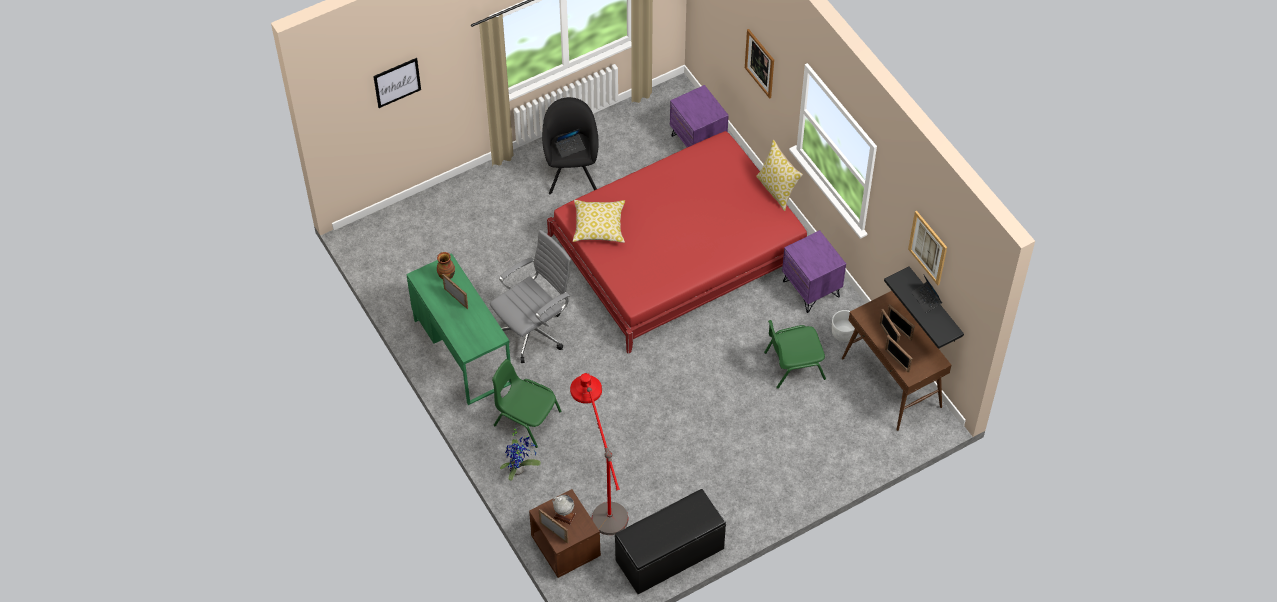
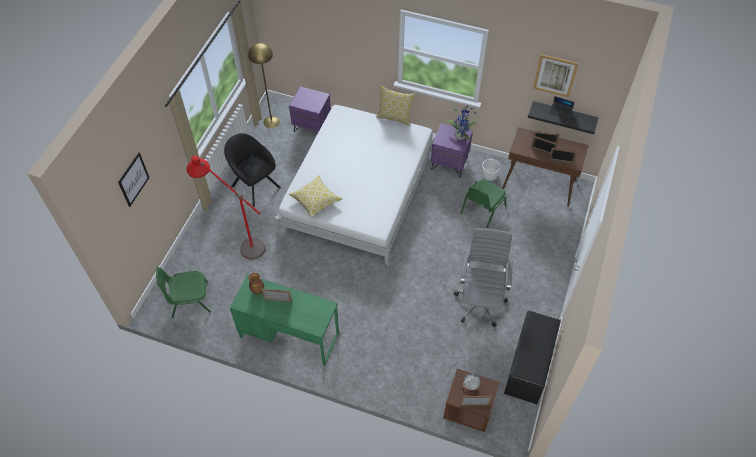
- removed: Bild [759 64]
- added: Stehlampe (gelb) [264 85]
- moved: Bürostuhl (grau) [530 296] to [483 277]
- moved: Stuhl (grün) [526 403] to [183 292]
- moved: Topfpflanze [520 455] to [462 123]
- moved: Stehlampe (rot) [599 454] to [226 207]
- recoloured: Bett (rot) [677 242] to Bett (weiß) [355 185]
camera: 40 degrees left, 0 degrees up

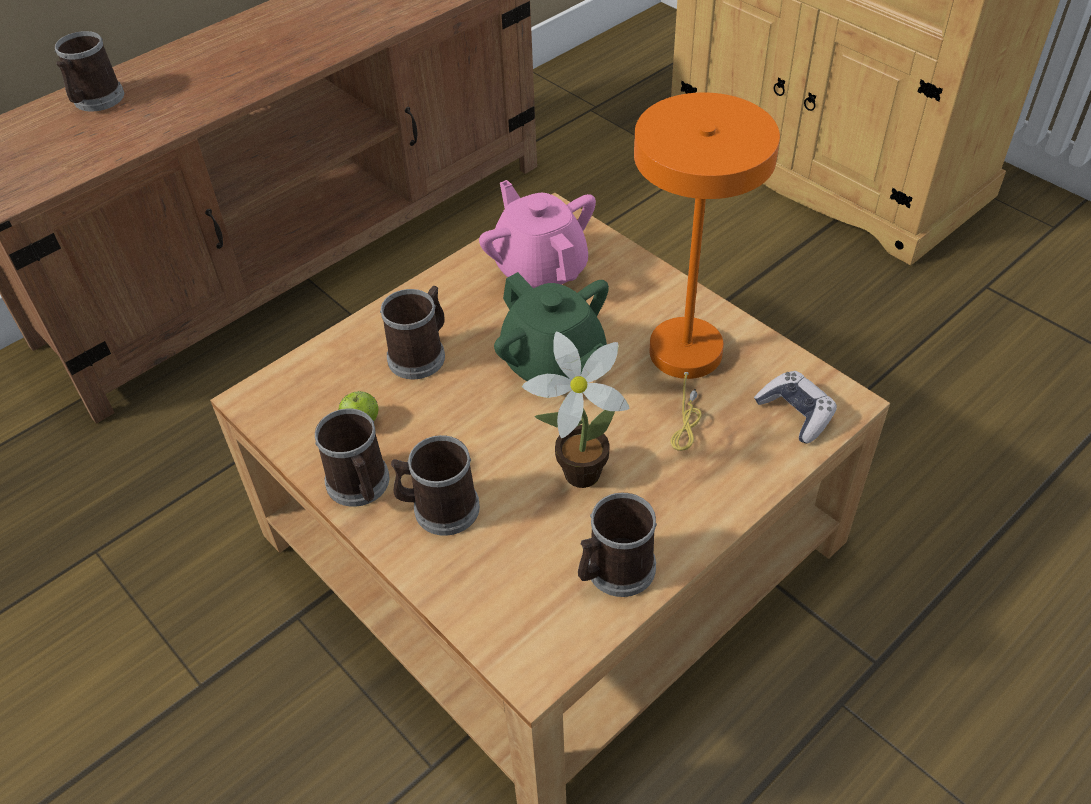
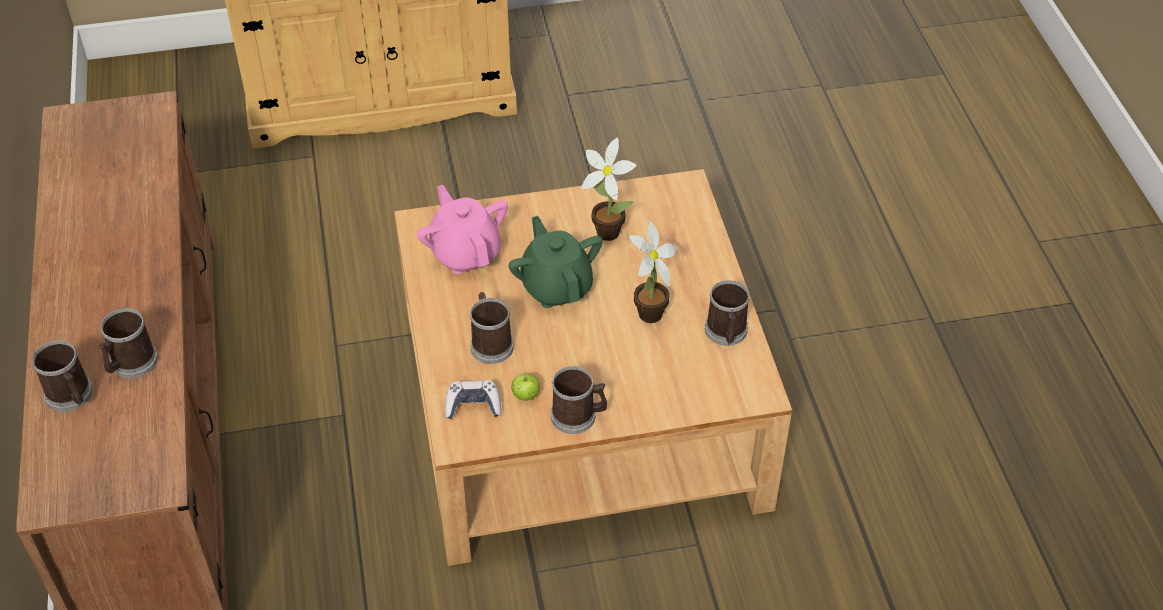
- moved: Henkelbecher [435 485] to [128 343]
- moved: Gamepad [795 407] to [473 399]
- replaced: Tischlampe (orange) [707 271] to Topfpflanze [609 189]
- turned: Teekanne (rosa) [537 234] = [462 229] 60 degrees clockwise
- turned: Teekanne (grün) [551 326] = [556 262] 105 degrees counterclockwise
camera: 60 degrees left, 0 degrees up

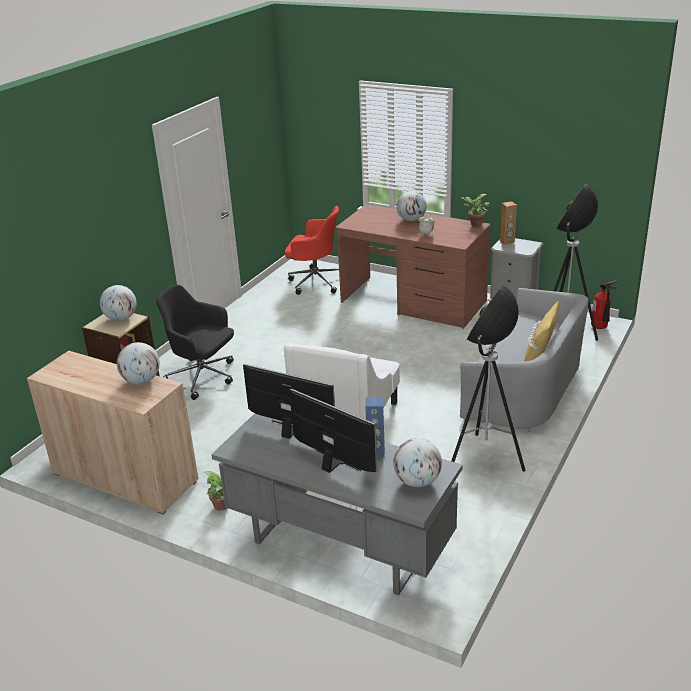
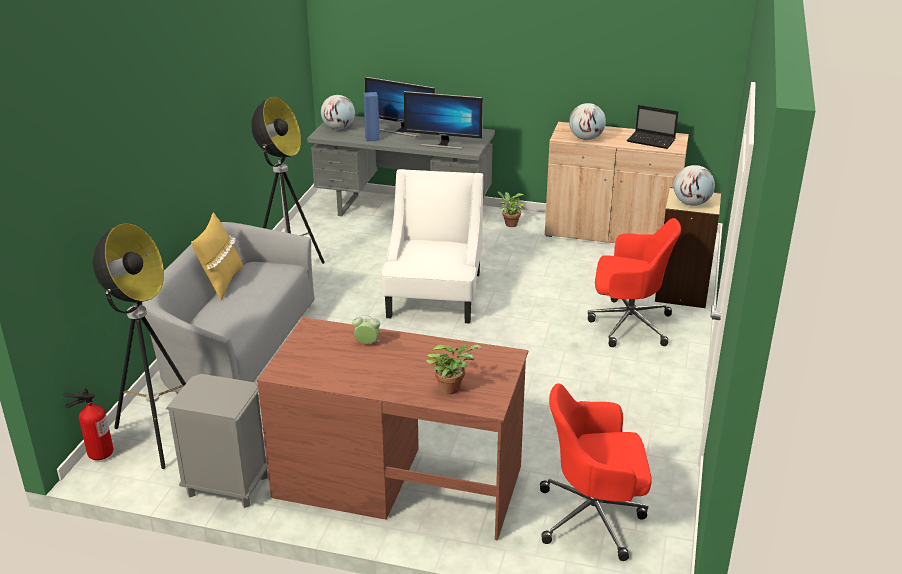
- removed: Globus [412 206]
- removed: Lautsprecher (braun) [508 223]
- added: Laptop [652 127]
- moved: Topfpflanze [475 210] to [454 369]
- recoloured: Bürostuhl (schwarz) [195 342] to Bürostuhl (rot) [634 282]
camera: 165 degrees right, 0 degrees up

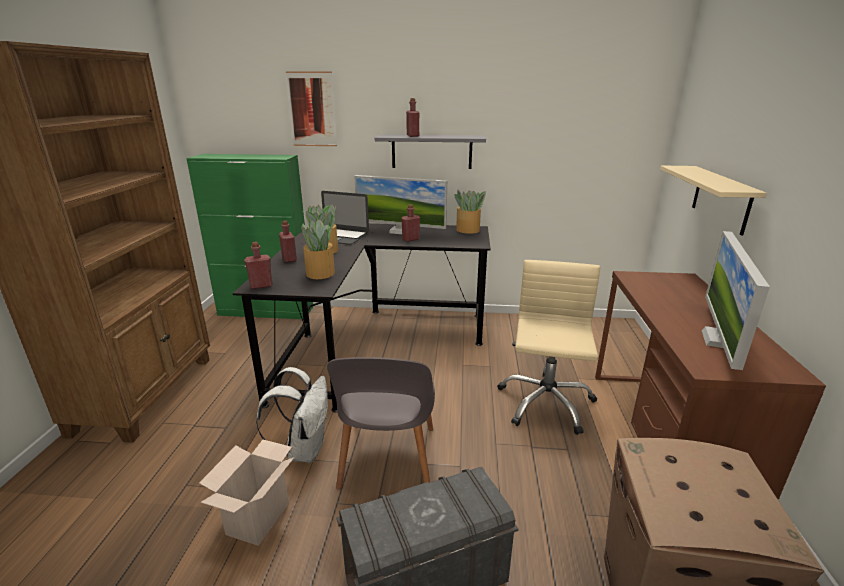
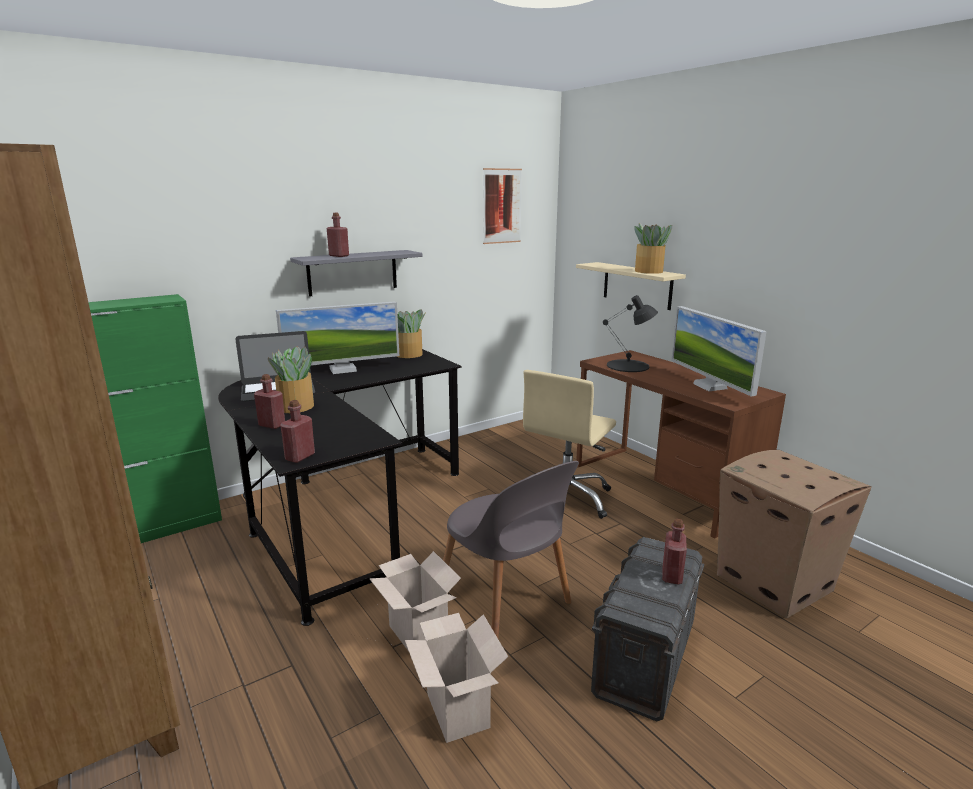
- added: Tischlampe (schwarz) [630 333]
- moved: Bild [311 108] to [502 206]
- moved: Topfpflanze [318 249] to [653 248]
- moved: Flasche (rot) [410 223] to [674 551]
- replaced: Rucksack (weiß) [292 415] to Karton [415 600]
- turned: Bürostuhl (beige) [549 347] = [569 444] 120 degrees counterclockwise
camera: 40 degrees left, 5 degrees down

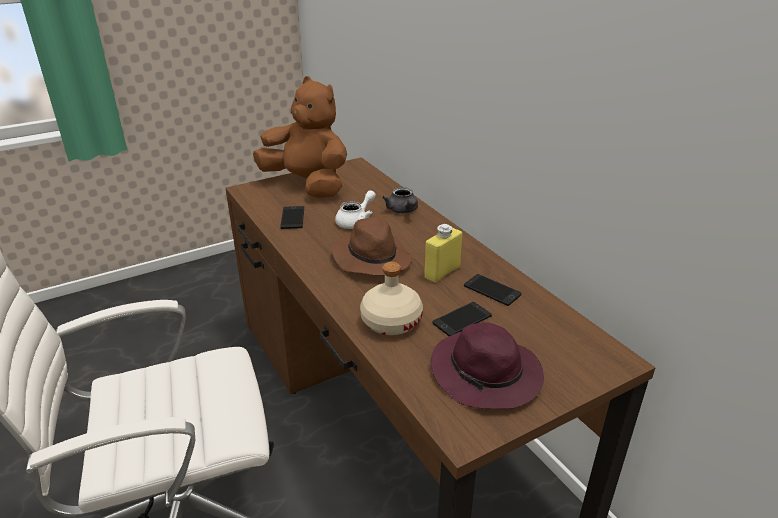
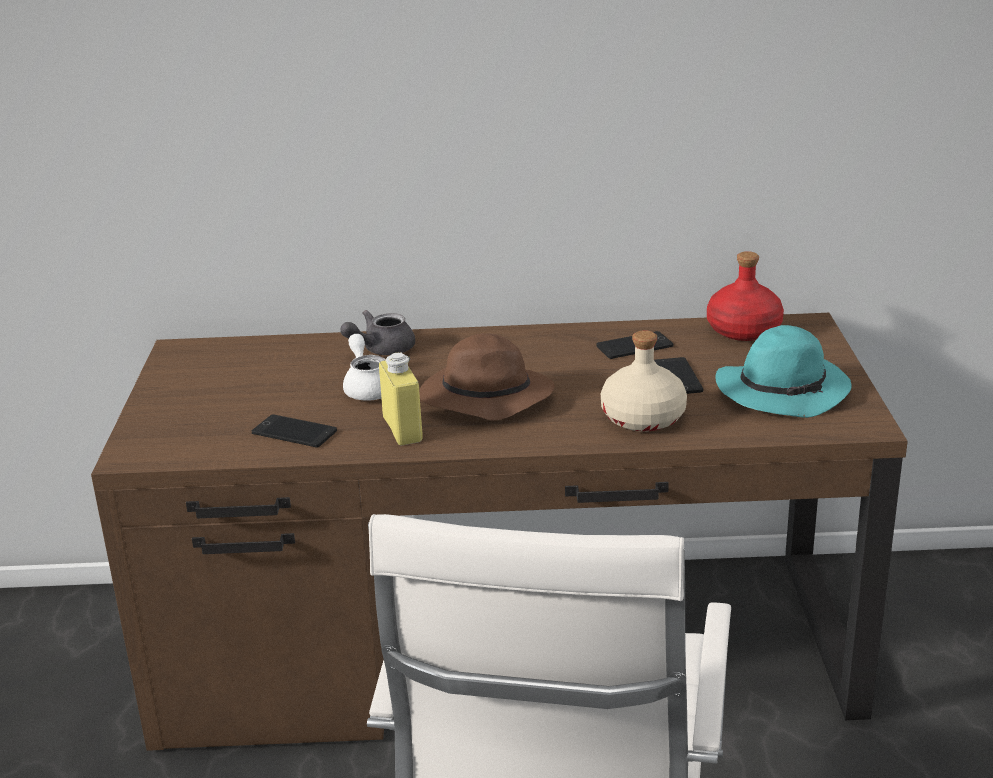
- removed: Plüschtier (braun) [300 137]
- added: Flasche (rot) [745 296]
- moved: Flasche (gelb) [443 253] to [401 399]
- recoloured: Hut (lila) [487 365] to Hut (türkis) [783 371]
- turned: Teekanne (grau) [400 200] = [377 332] 135 degrees clockwise
camera: 60 degrees left, 5 degrees down

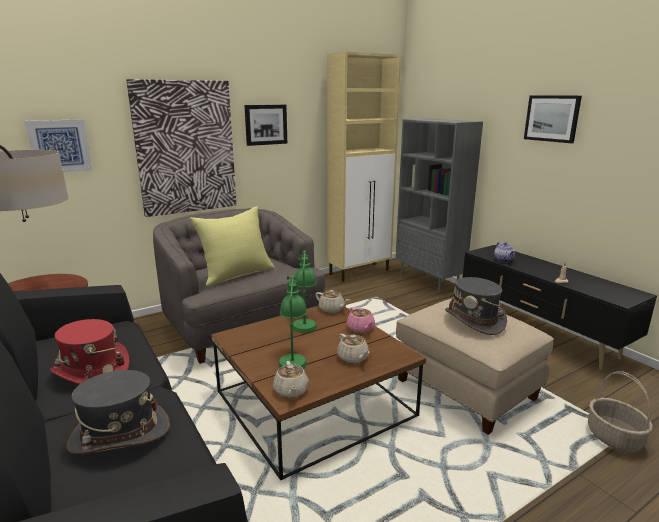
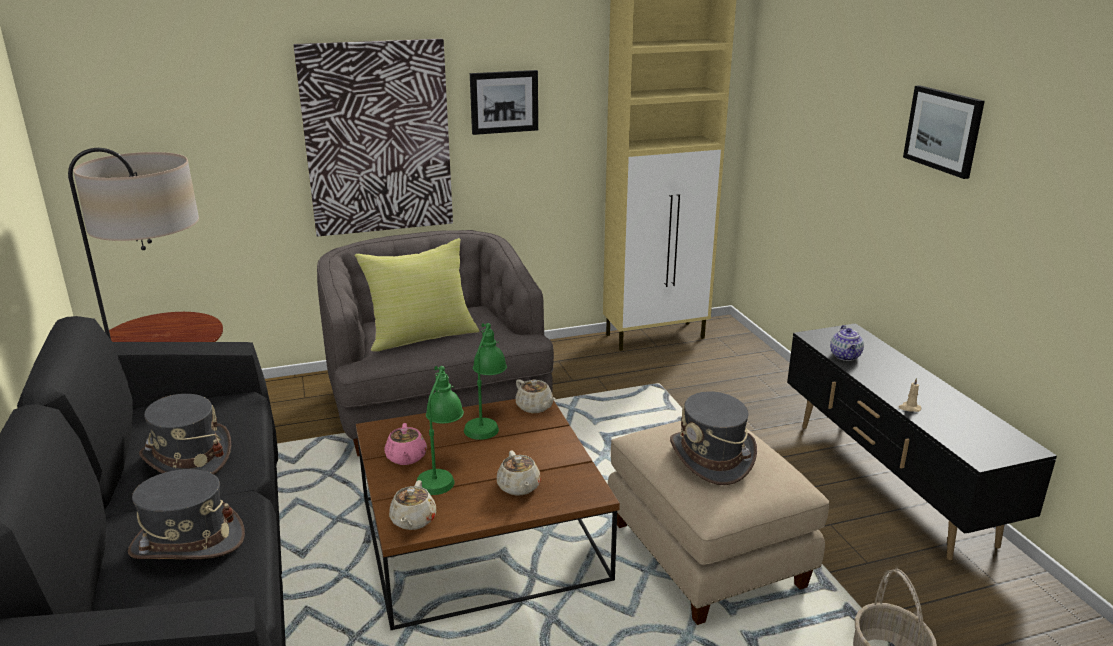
- removed: Bild [58 145]
- removed: Bücherregal (grau) [439 206]
- moved: Teekanne (rosa) [361 320] to [405 444]
- recoloured: Hut (rot) [90 352] to Hut (grau) [185 434]
camera: 15 degrees right, 5 degrees up

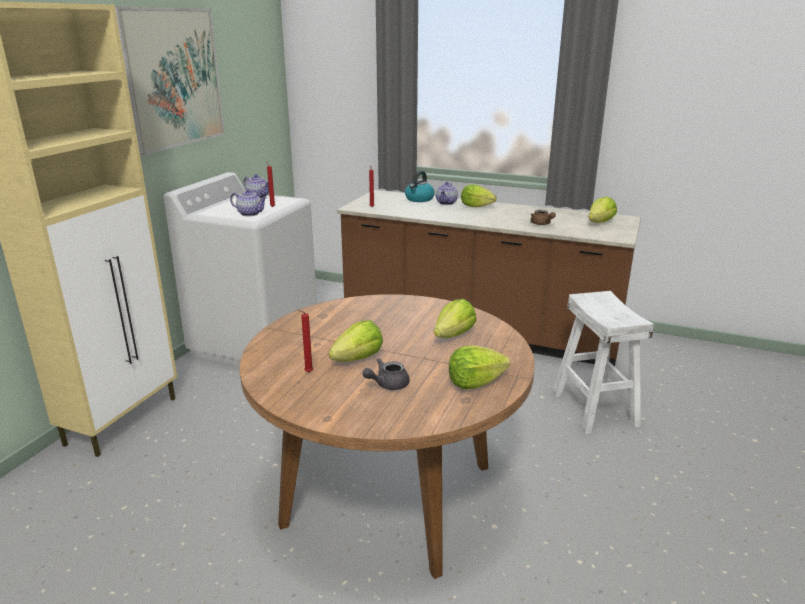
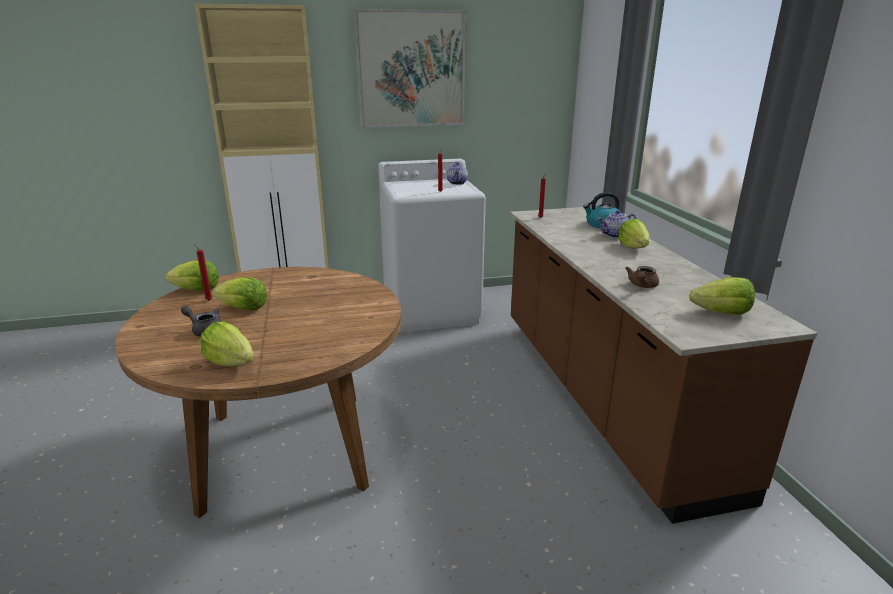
- removed: Teekanne [248 202]
- removed: Hocker (weiß) [603 362]
- moved: Salatkopf [455 318] to [192 275]
camera: 55 degrees right, 0 degrees up

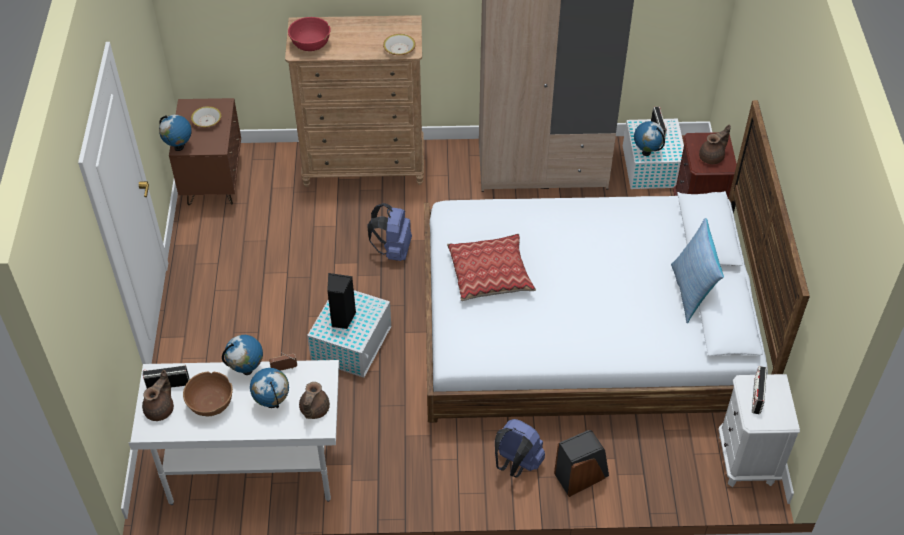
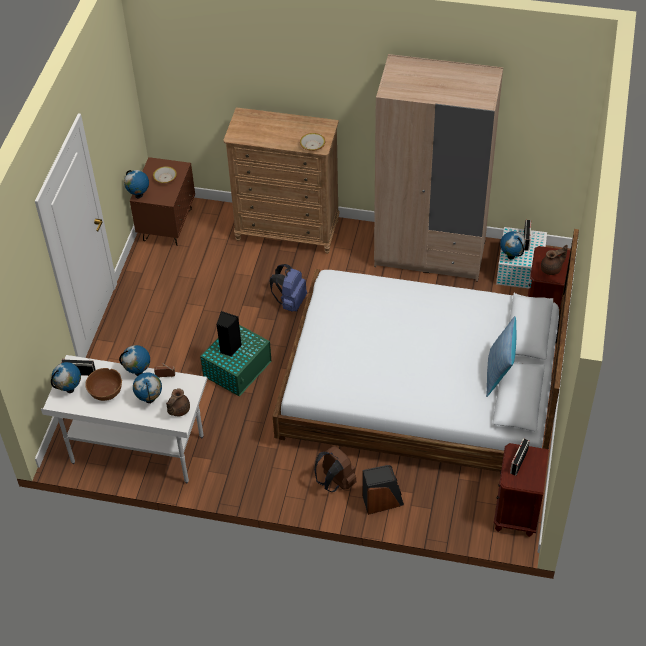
- removed: Schüssel (rot) [309 34]
- removed: Kissen [491 267]
- replaced: Teekanne (braun) [158 395] to Globus [66 377]
- recoloured: Aufbewahrungsbox (weiß) [349 333] to Aufbewahrungsbox (grün) [235 361]
- recoloured: Rucksack (blau) [520 448] to Rucksack (braun) [335 469]
- recoloured: Nachttisch (weiß) [759 430] to Nachttisch (braun) [521 490]
camera: 15 degrees right, 0 degrees up

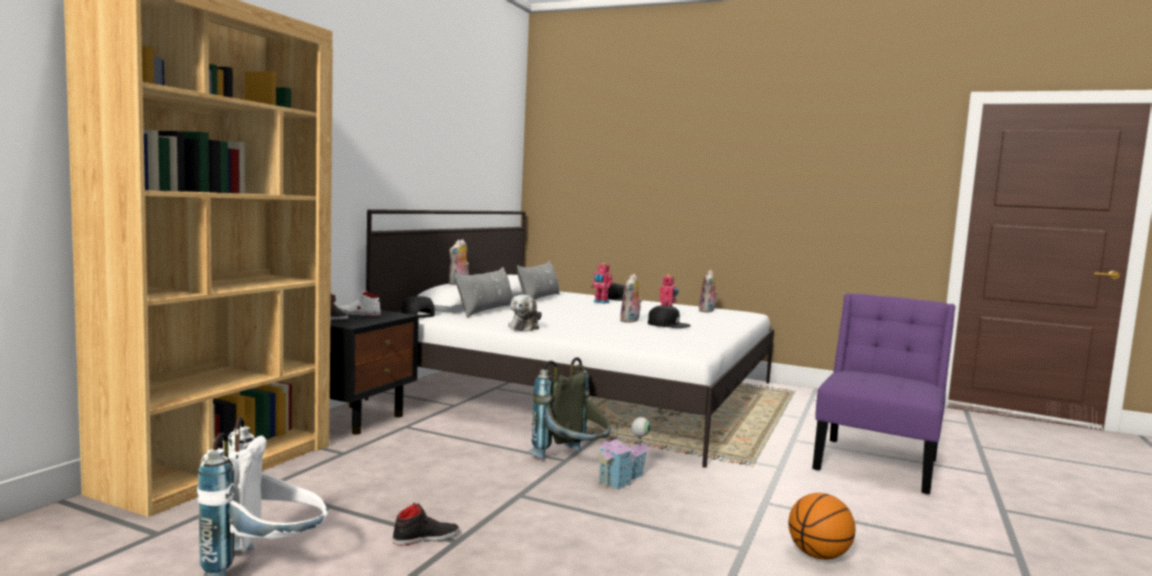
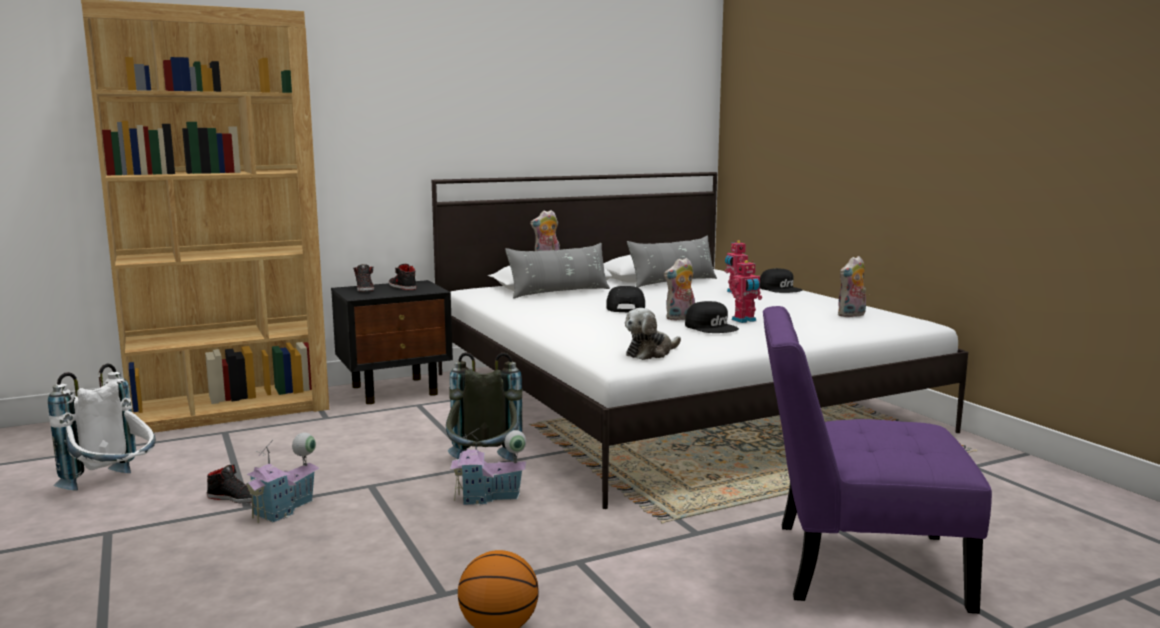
- added: Spielzeughaus [281 478]
- moved: Kappe (schwarz) [416 307] to [625 299]
- moved: Plüschtier [525 313] to [653 334]
- recoloured: Schuh (weiß) [360 303] to Schuh (schwarz) [402 277]
- turned: Stuhl (lila) [884 393] = [877 460] 150 degrees counterclockwise
camera: 40 degrees right, 5 degrees up

